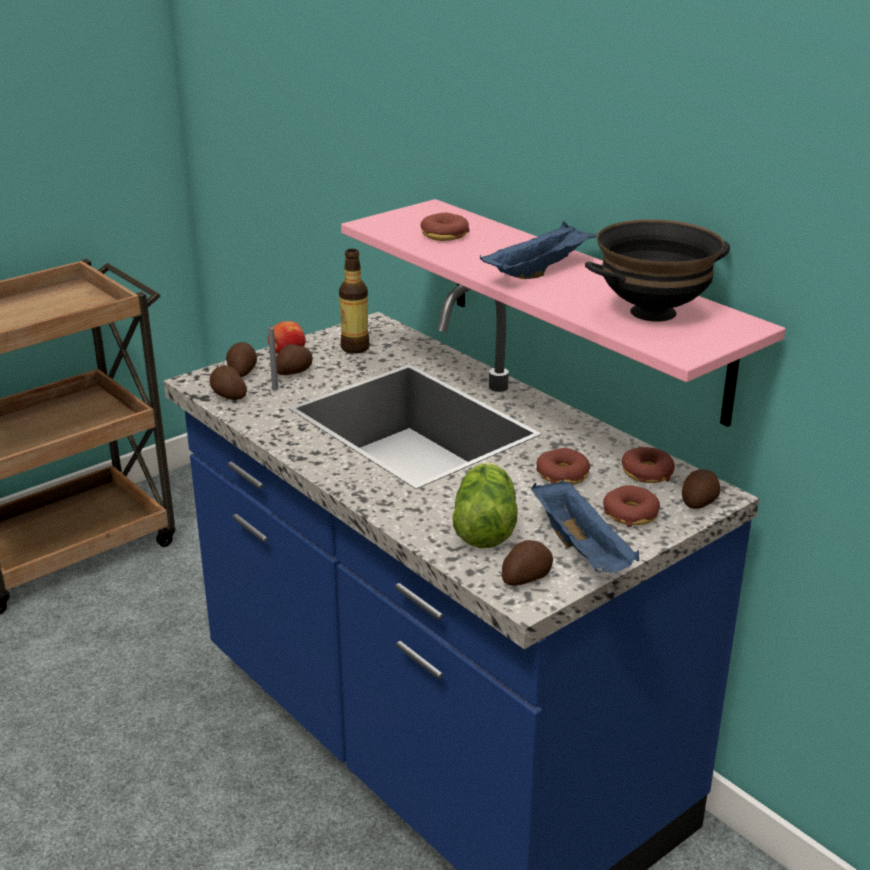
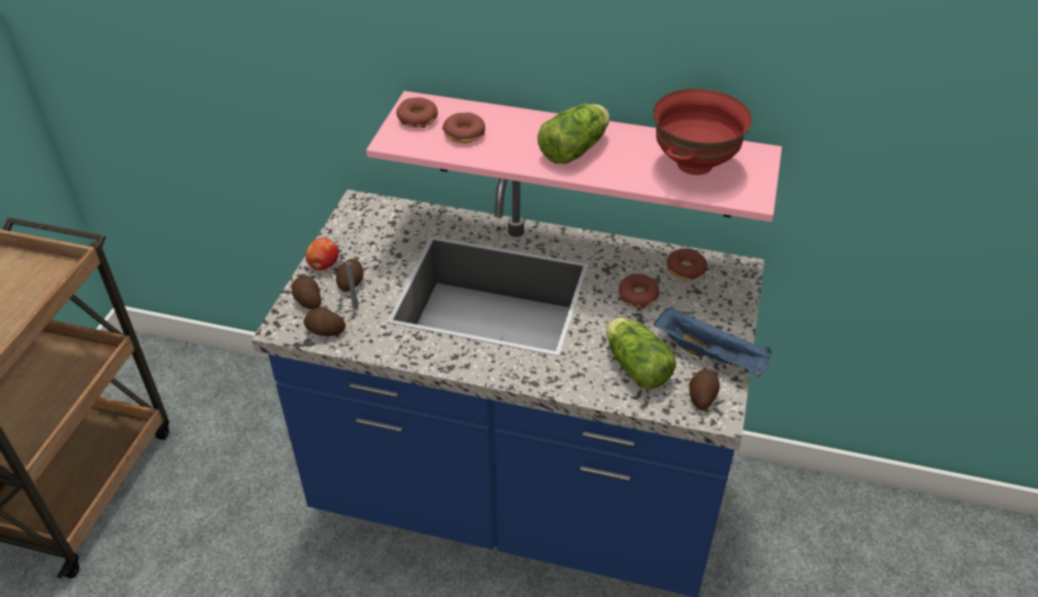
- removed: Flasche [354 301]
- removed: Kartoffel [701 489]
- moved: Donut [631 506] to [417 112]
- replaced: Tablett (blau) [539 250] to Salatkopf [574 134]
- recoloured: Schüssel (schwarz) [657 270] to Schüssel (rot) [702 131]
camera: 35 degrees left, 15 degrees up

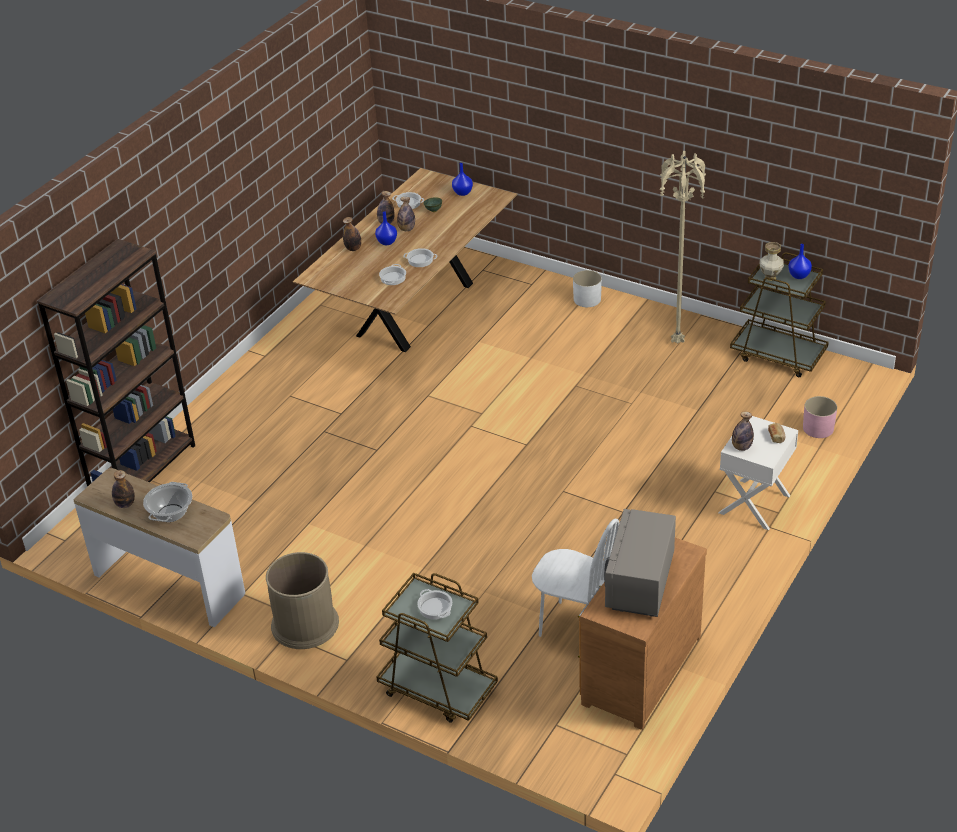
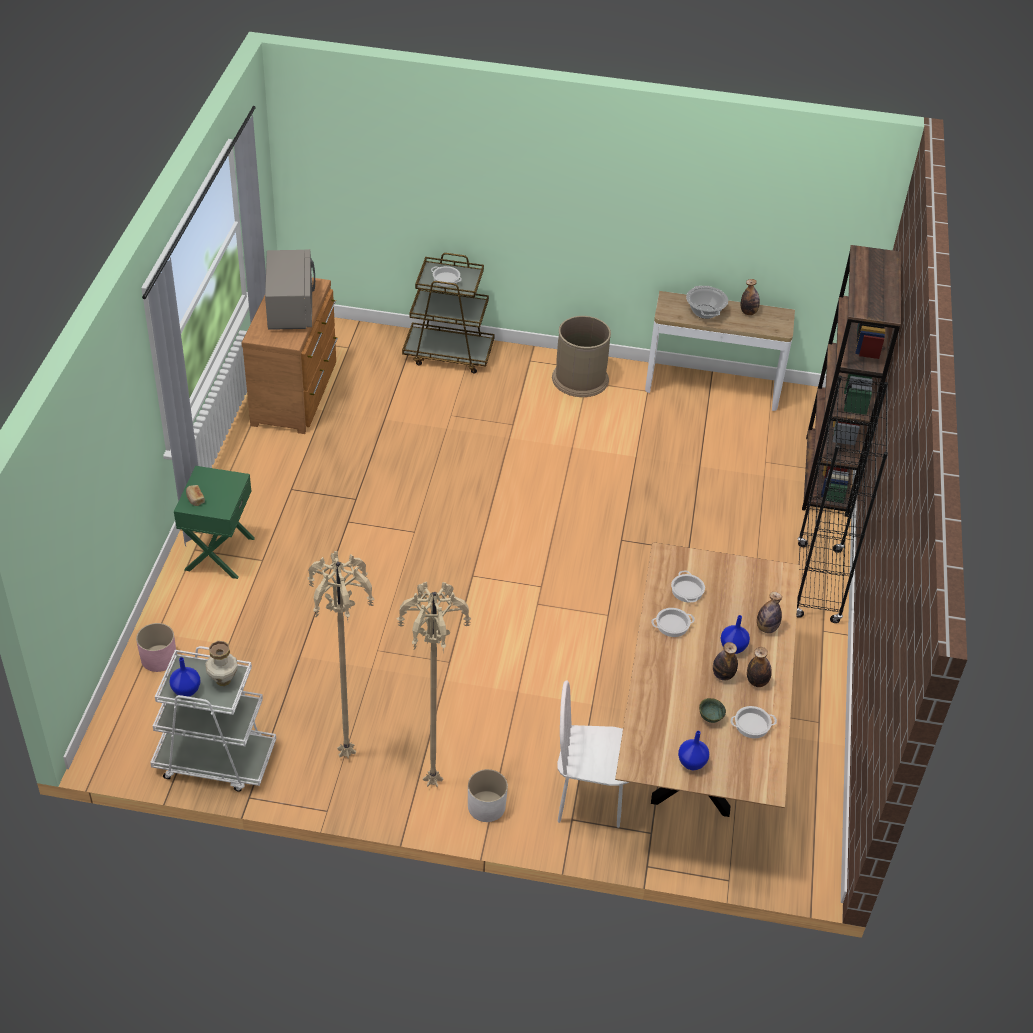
- removed: Flasche [743 431]
- added: Stehlampe (beige) [434 684]
- added: Bücherregal (schwarz) [842 499]
- moved: Stuhl (weiß) [576 578] to [593 754]
- recoloured: Nachttisch (weiß) [758 473] to Nachttisch (grün) [214 522]
- recoloured: Rollwagen (braun) [779 314] to Rollwagen (weiß) [213 719]
camera: 155 degrees right, 5 degrees up

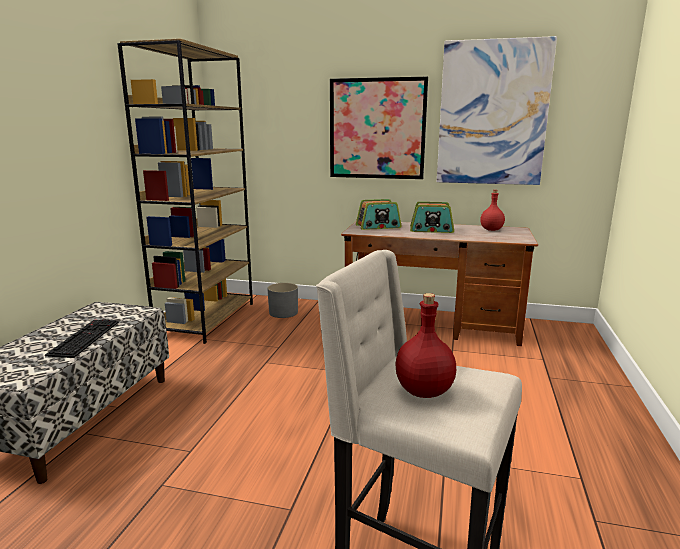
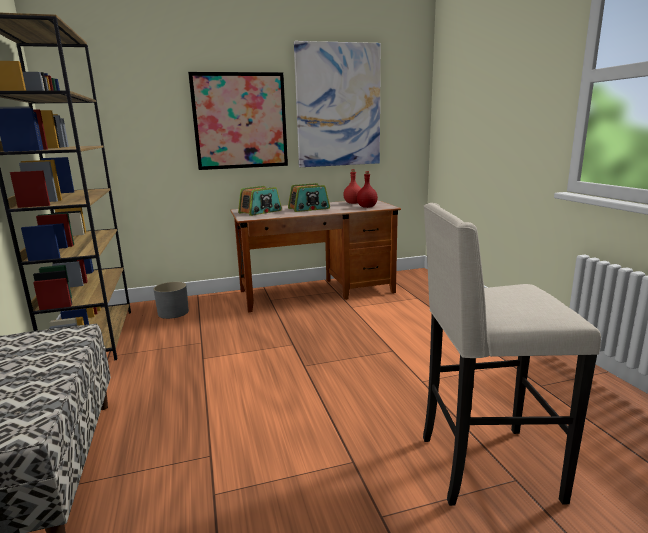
- removed: Tastatur [82 339]
- moved: Flasche (rot) [425 345] to [367 189]
camera: 30 degrees left, 0 degrees up

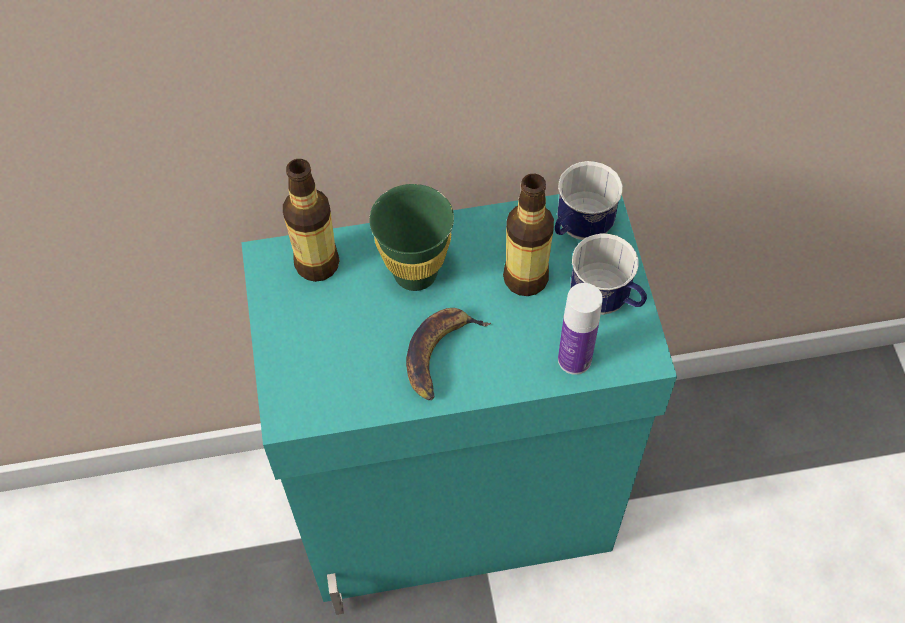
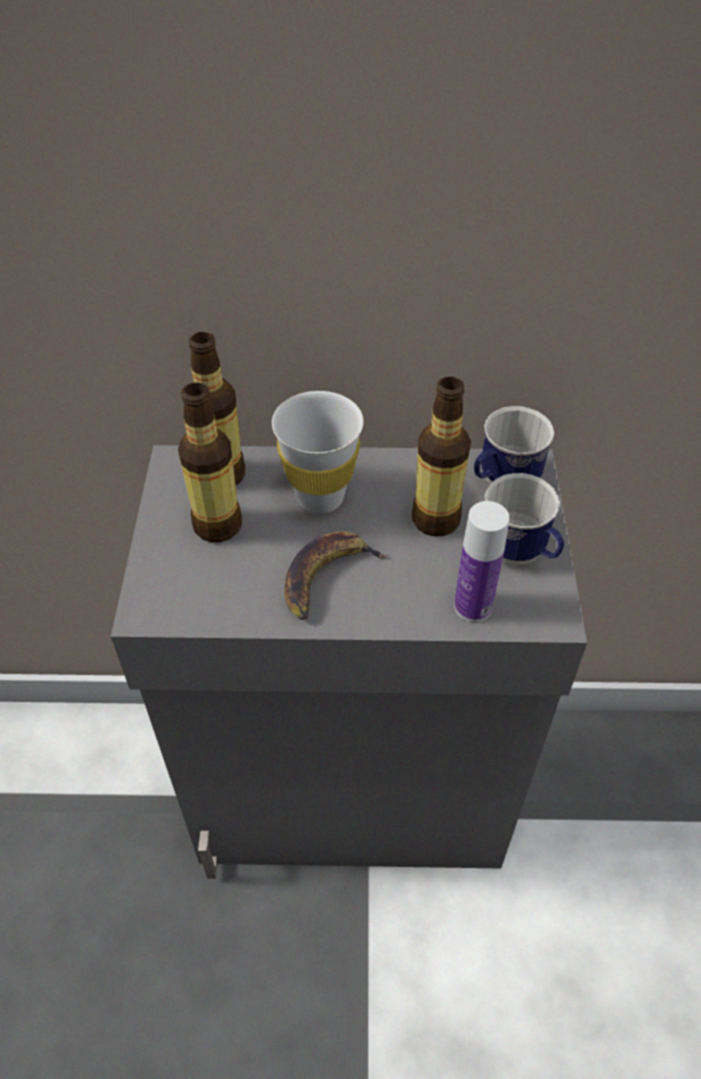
- added: Flasche [210 462]
- recoloured: Schrank (türkis) [459 404] to Schrank (grau) [349 662]
- recoloured: Tasse (grün) [411 237] to Tasse (weiß) [318 452]
camera: 10 degrees right, 10 degrees down

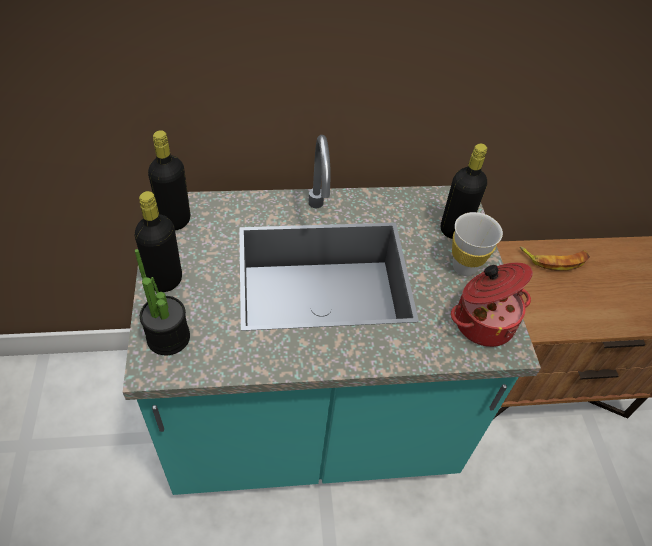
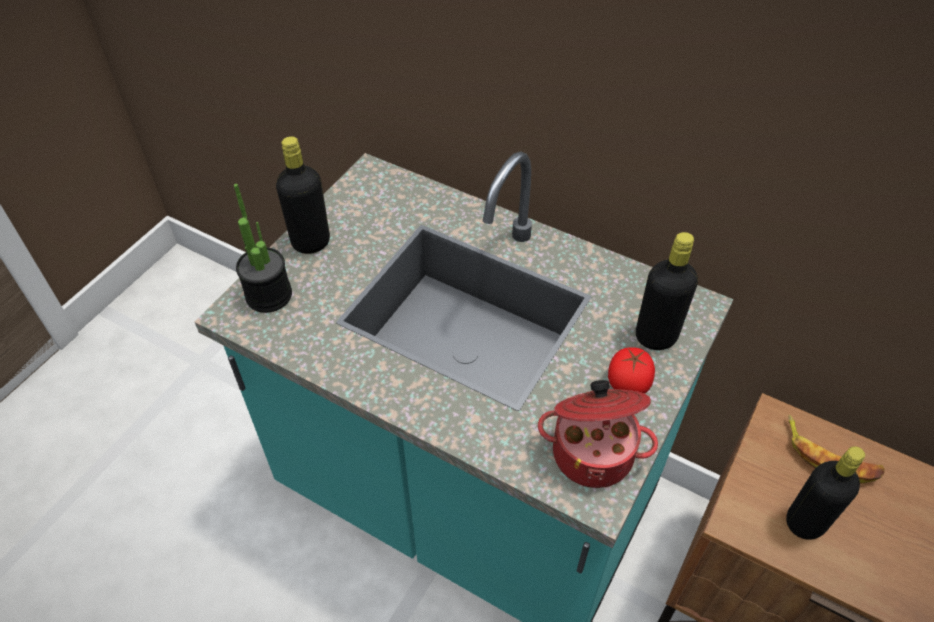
- moved: Flasche (schwarz) [169 180] to [825 493]
- replaced: Tasse (weiß) [477 244] to Tomate [631 370]
camera: 40 degrees right, 0 degrees up

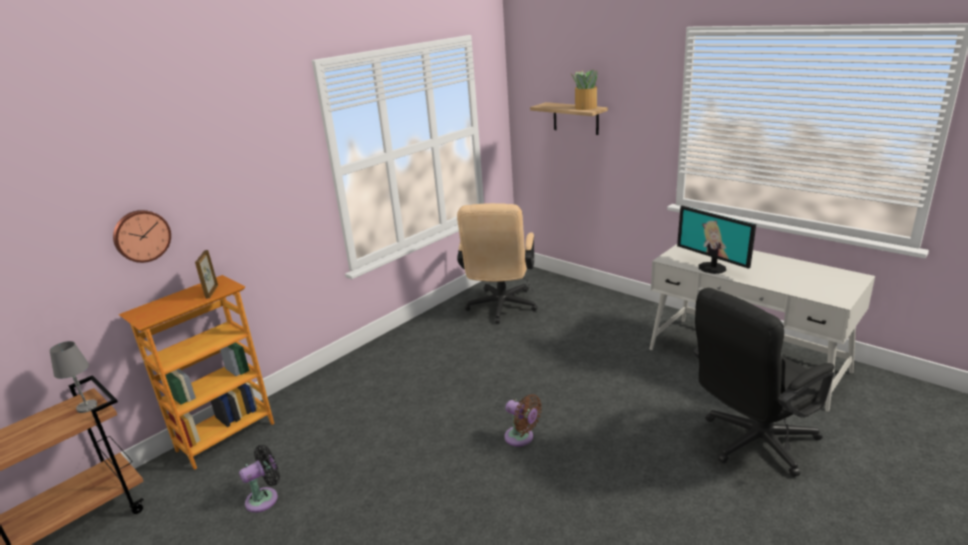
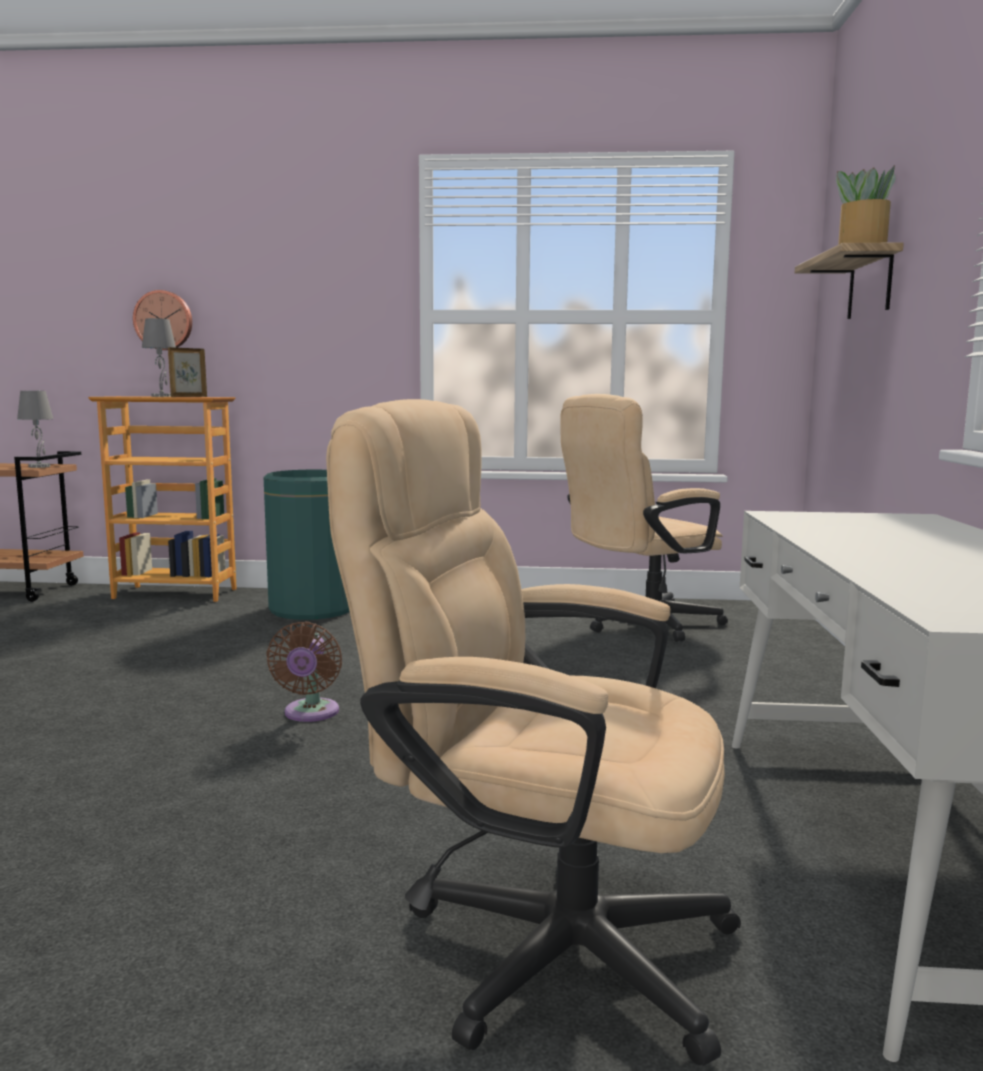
- removed: Ventilator (schwarz) [259 479]
- removed: Monitor [716 240]
- added: Tischlampe (grau) [159 357]
- added: Mülleimer (grün) [307 545]
- recoloured: Bürostuhl (schwarz) [763 382] to Bürostuhl (beige) [533 732]
camera: 50 degrees right, 15 degrees down

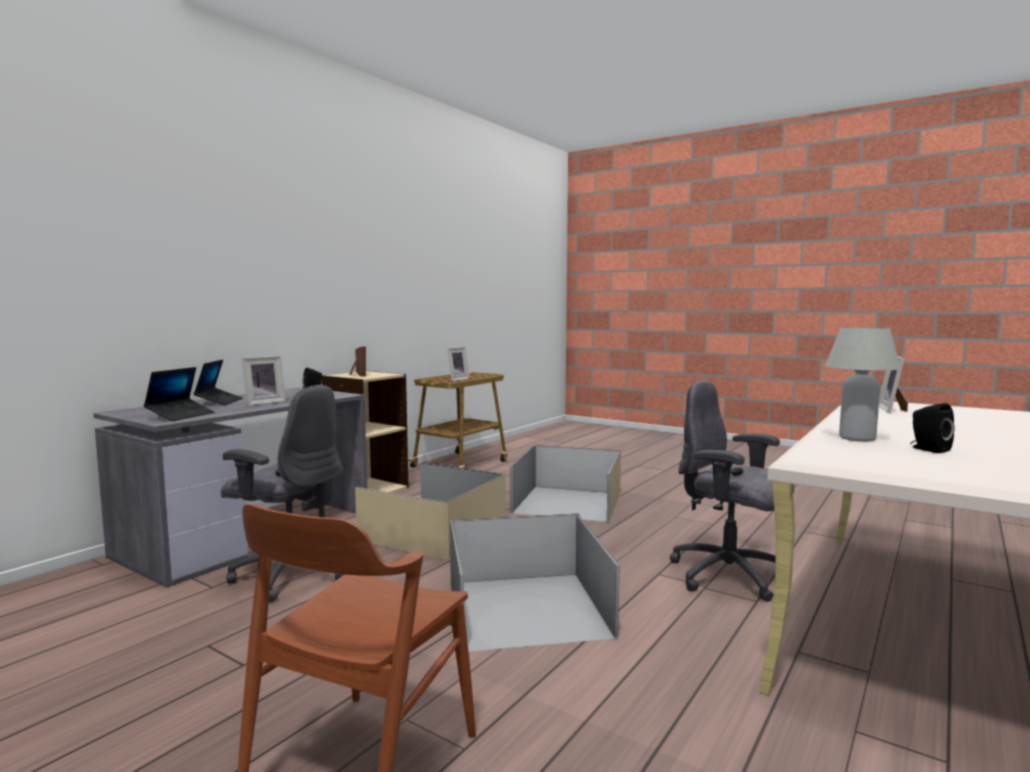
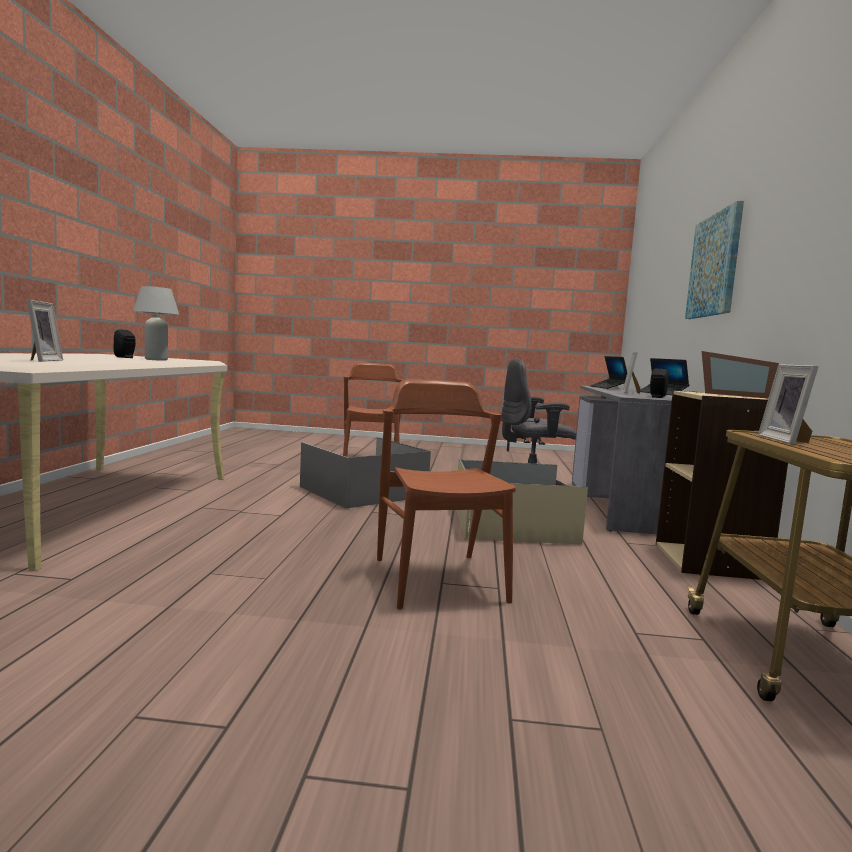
- removed: Bürostuhl (grau) [732 491]
- added: Bild [714 260]
- replaced: Aufbewahrungsbox (beige) [566 484] to Stuhl (braun) [446 494]
camera: 150 degrees right, 0 degrees up

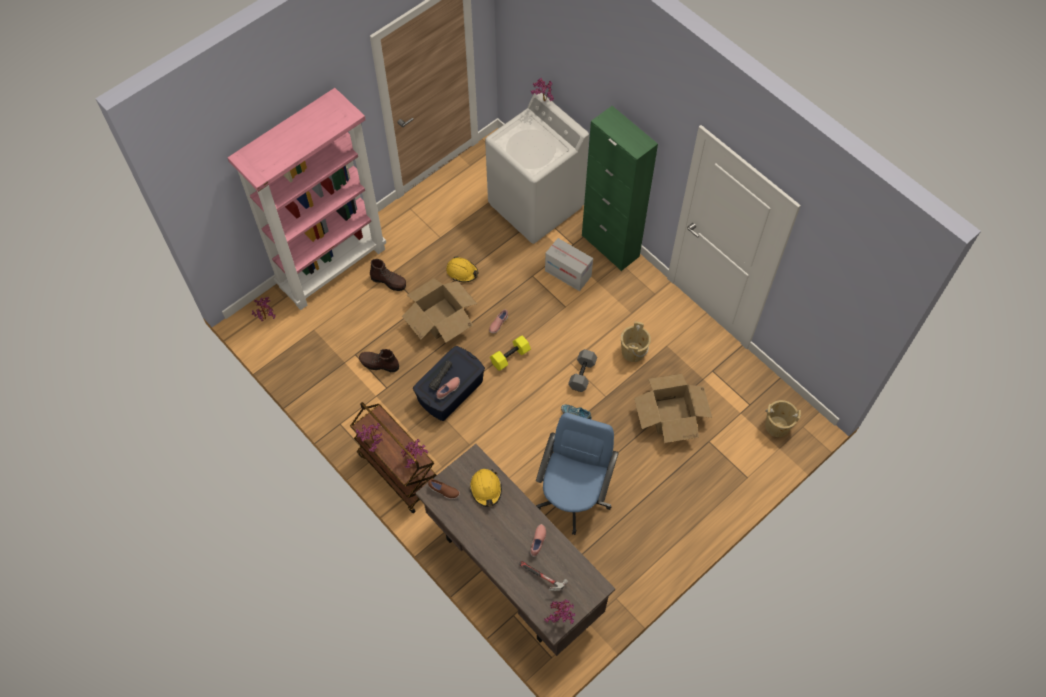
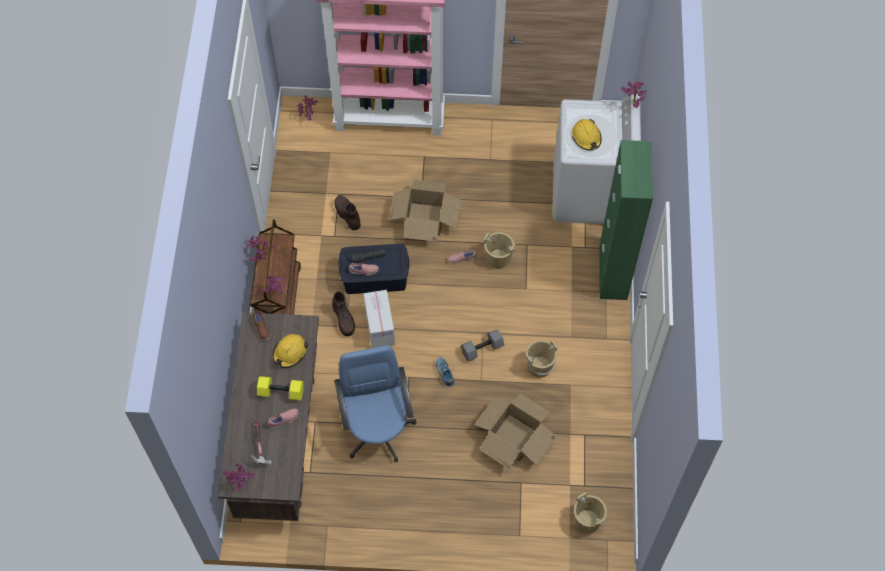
- added: Eimer (beige) [499 250]
- moved: Stiefel (braun) [388 275] to [343 313]
- moved: Schutzhelm (gelb) [462 269] to [587 134]
- moved: Hantel (gelb) [510 353] to [280 388]
- moved: Karton [569 264] to [379 319]
- turned: Bürostuhl (blau) [577 474] = [375 404] 75 degrees counterclockwise
camera: 45 degrees right, 0 degrees up

